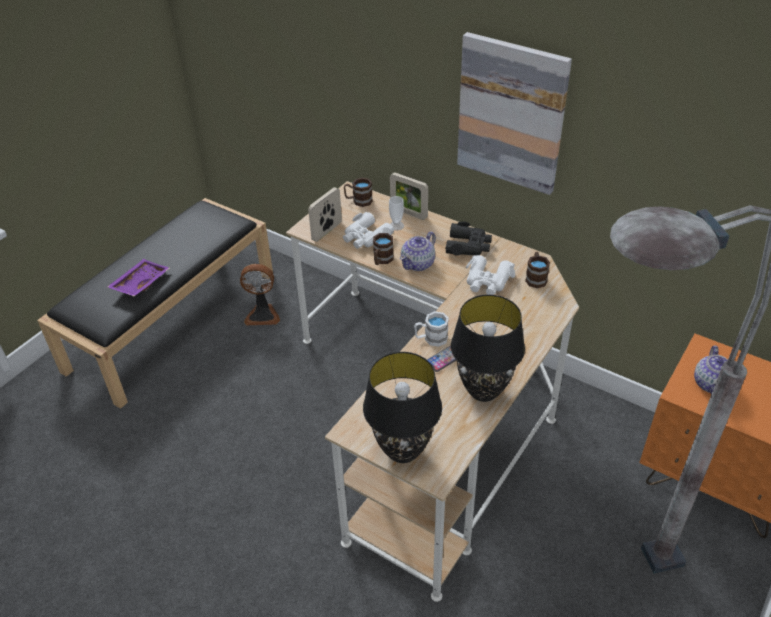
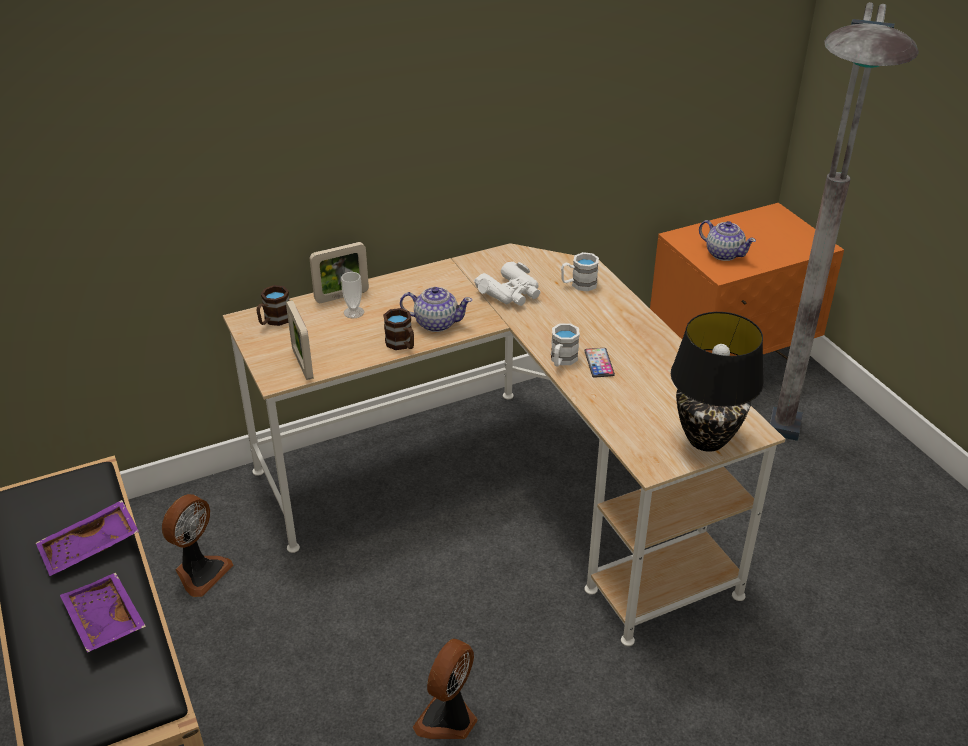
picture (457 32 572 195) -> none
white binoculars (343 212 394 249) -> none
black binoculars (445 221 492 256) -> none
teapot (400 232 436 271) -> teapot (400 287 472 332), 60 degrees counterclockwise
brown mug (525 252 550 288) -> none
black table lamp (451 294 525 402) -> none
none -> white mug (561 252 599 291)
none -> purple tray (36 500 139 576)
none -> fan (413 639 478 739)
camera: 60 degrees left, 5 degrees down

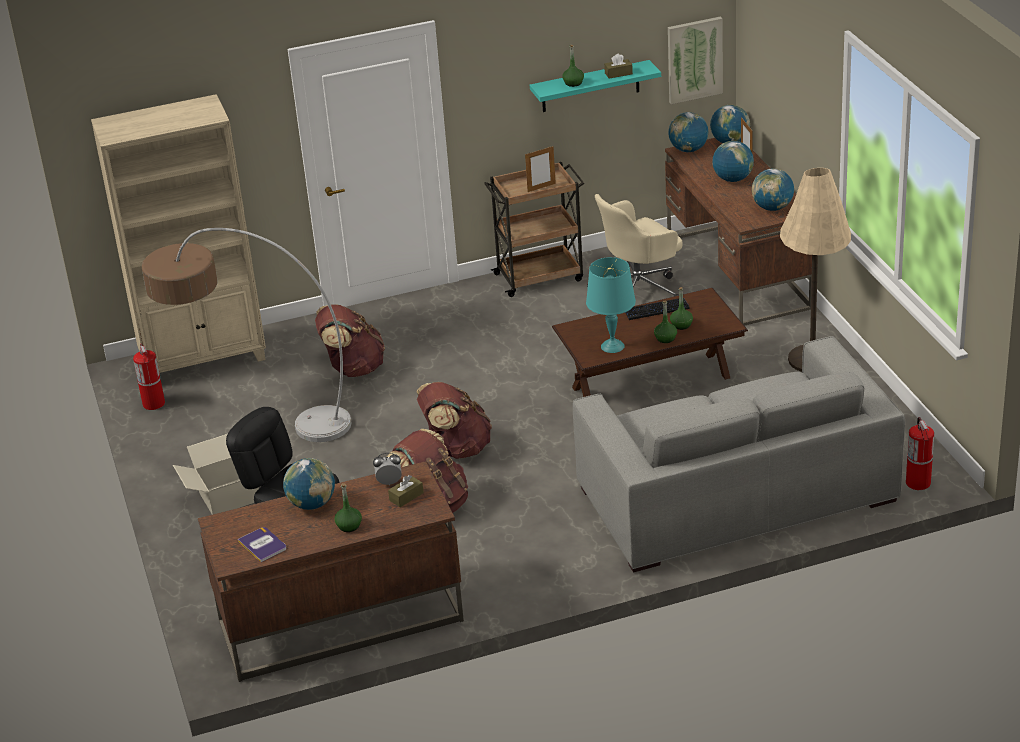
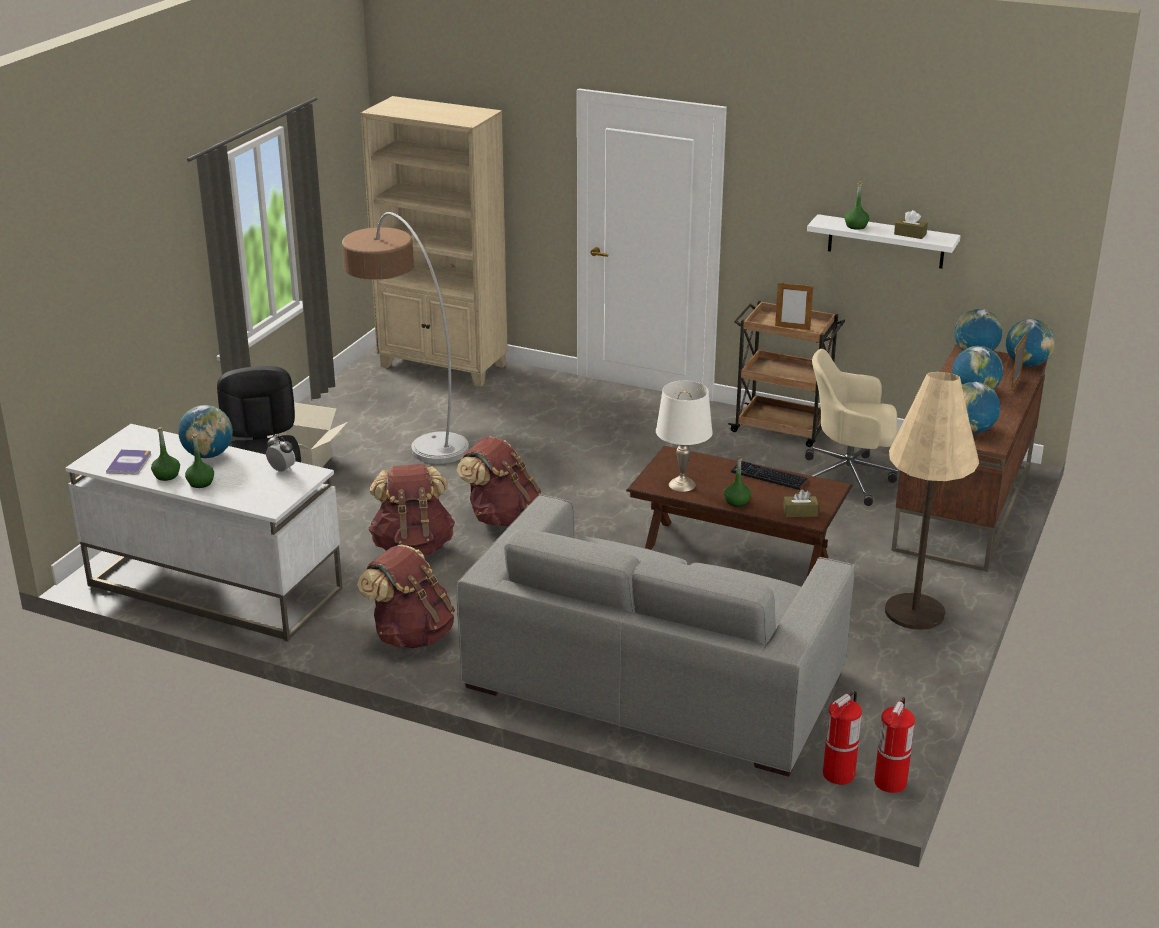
picture (668 17 723 104) -> none
turquoise shelf (530 60 661 112) -> white shelf (807 214 961 269)
turquoise table lamp (586 257 636 353) -> white table lamp (656 381 713 492)
green bottle (670 287 693 330) -> green bottle (151 427 180 481), relocated
brown backpack (315 304 385 377) -> brown backpack (357 545 455 648), relocated
fire extinguisher (133 343 165 410) -> fire extinguisher (874 697 915 793), relocated
brown desk (198 461 464 682) -> white desk (65 424 343 641)
brown tissue box (388 475 424 507) -> brown tissue box (783 489 818 517), relocated
camera: 40 degrees right, 5 degrees down

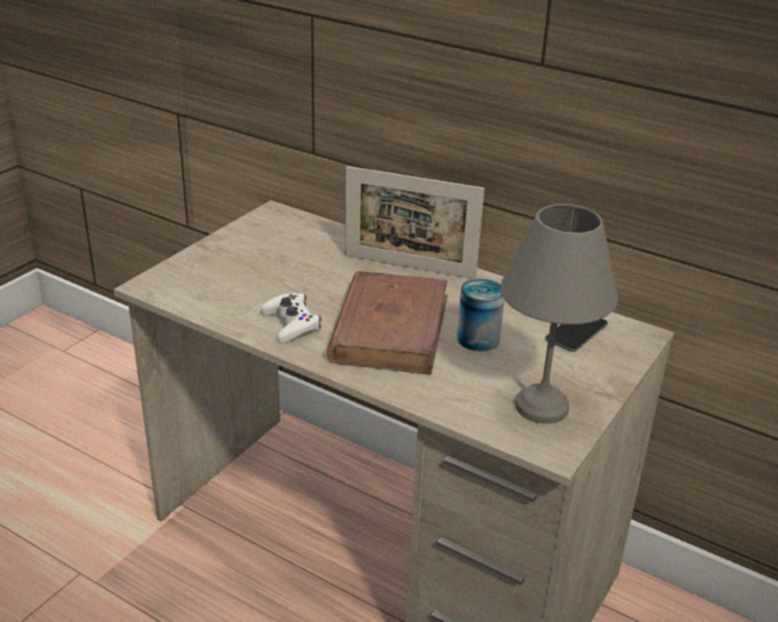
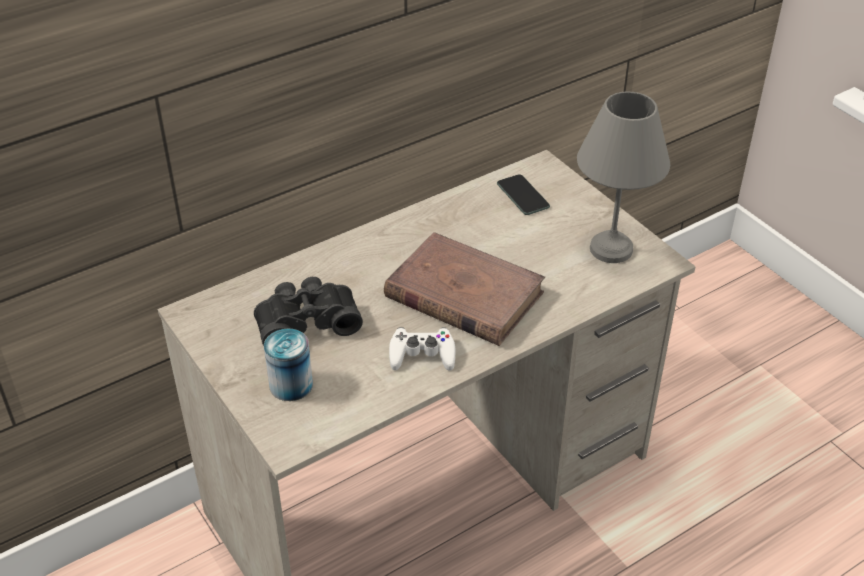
picture frame (345 166 484 279) -> none
can (457 279 505 351) -> can (264 329 313 401), relocated
none -> black binoculars (254 277 363 346)
camera: 65 degrees left, 10 degrees up

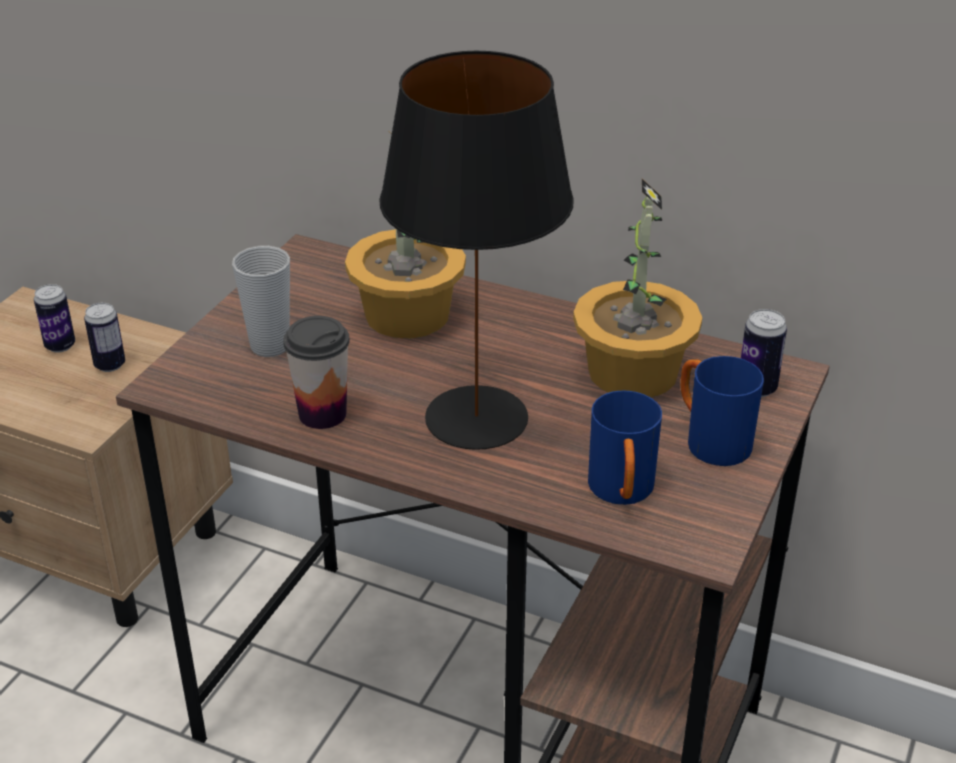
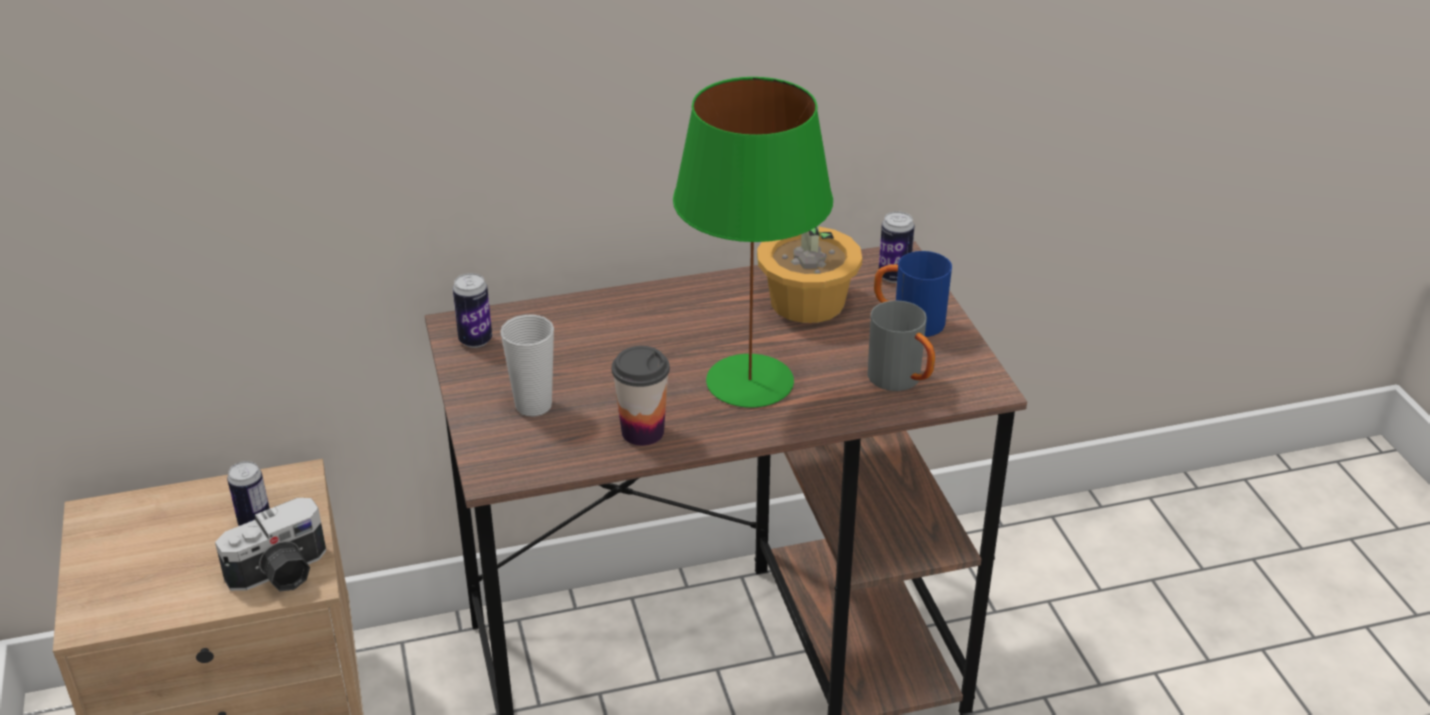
black table lamp (379 51 574 450) -> green table lamp (673 77 833 407)
potted plant (345 132 466 339) -> none
can (34 284 75 353) -> can (453 273 492 348), relocated
blue mug (588 391 662 505) -> grey mug (868 301 935 391)
none -> photo camera (215 498 326 592)
camera: 40 degrees left, 0 degrees up

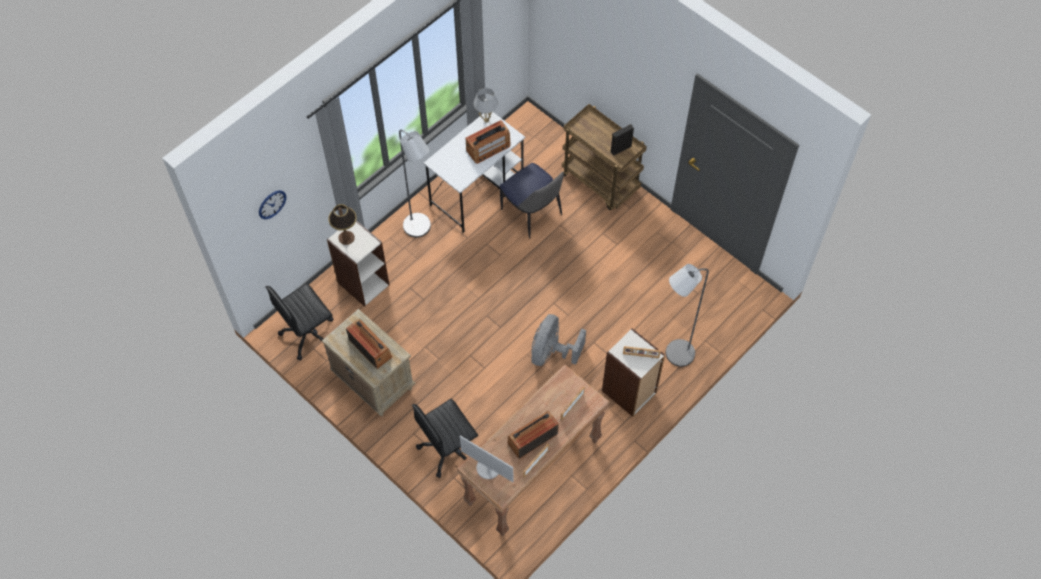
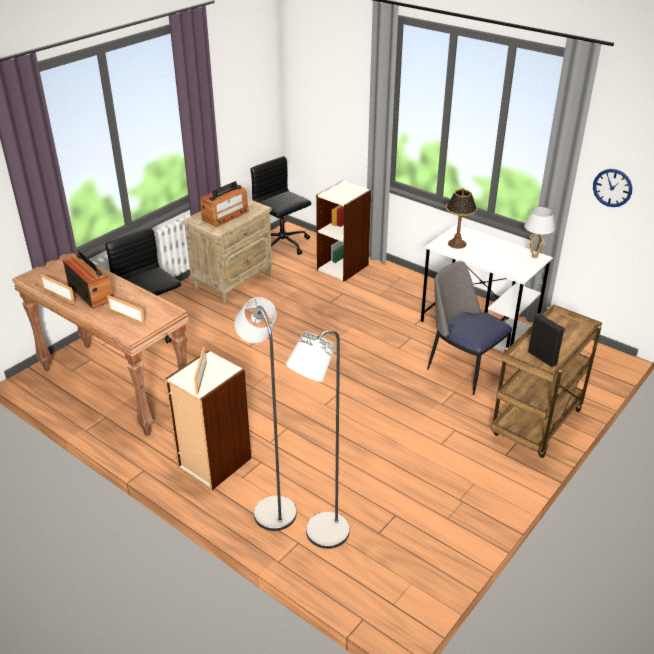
radio (465 120 511 164) -> none
grey floor lamp (399 130 431 238) -> grey floor lamp (285 331 350 549), relocated
chair (500 163 564 239) -> chair (427 261 512 395), 90 degrees clockwise
wall clock (259 190 286 219) -> wall clock (593 169 632 207), relocated
table lamp (329 204 357 245) -> table lamp (445 188 477 249), relocated
grey fan (531 314 586 366) -> none
monitor (460 435 513 482) -> none
camera: 85 degrees right, 25 degrees down

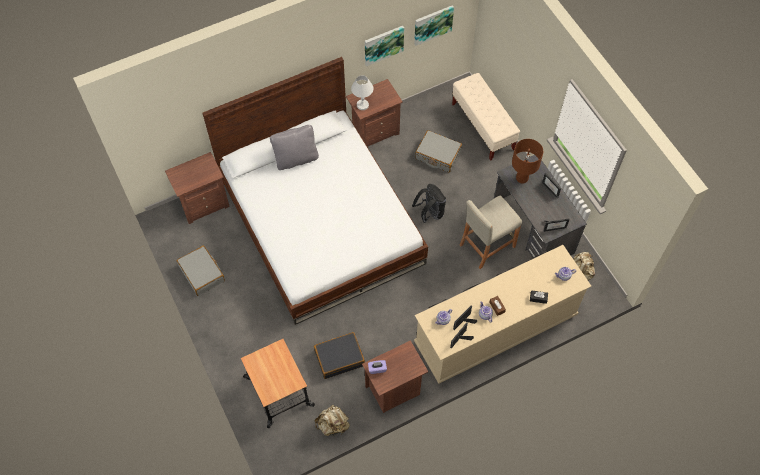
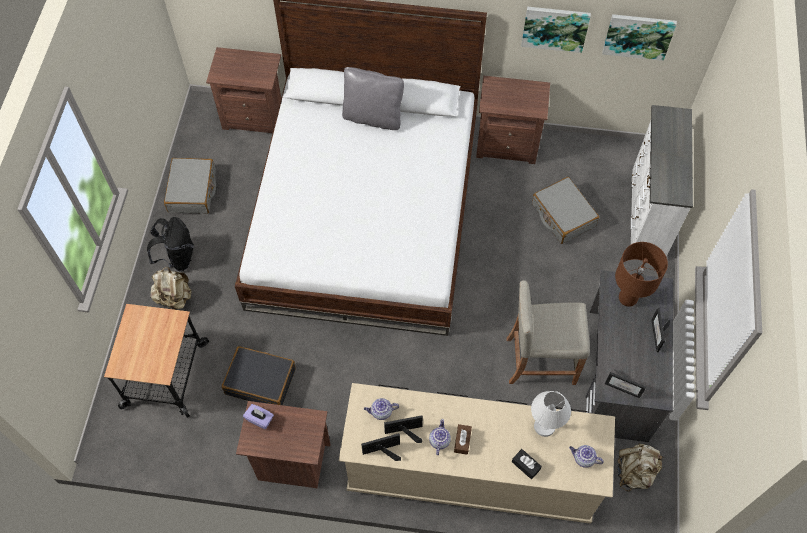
beige bench (452 73 520 161) -> white dresser (631 105 693 257)
white table lamp (351 75 373 110) -> white table lamp (531 391 571 437), relocated
black backpack (412 184 446 223) -> black backpack (147 217 194 271), relocated
beige backpack (315 405 350 436) -> beige backpack (150 267 191 310), relocated
camera: 35 degrees right, 0 degrees up

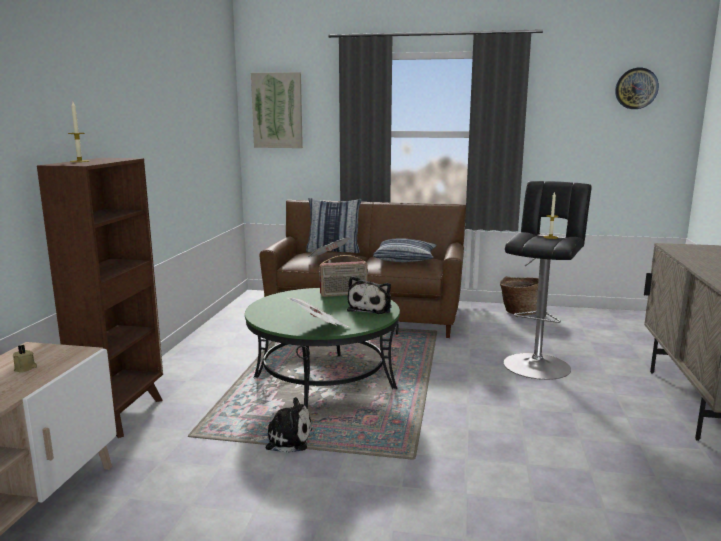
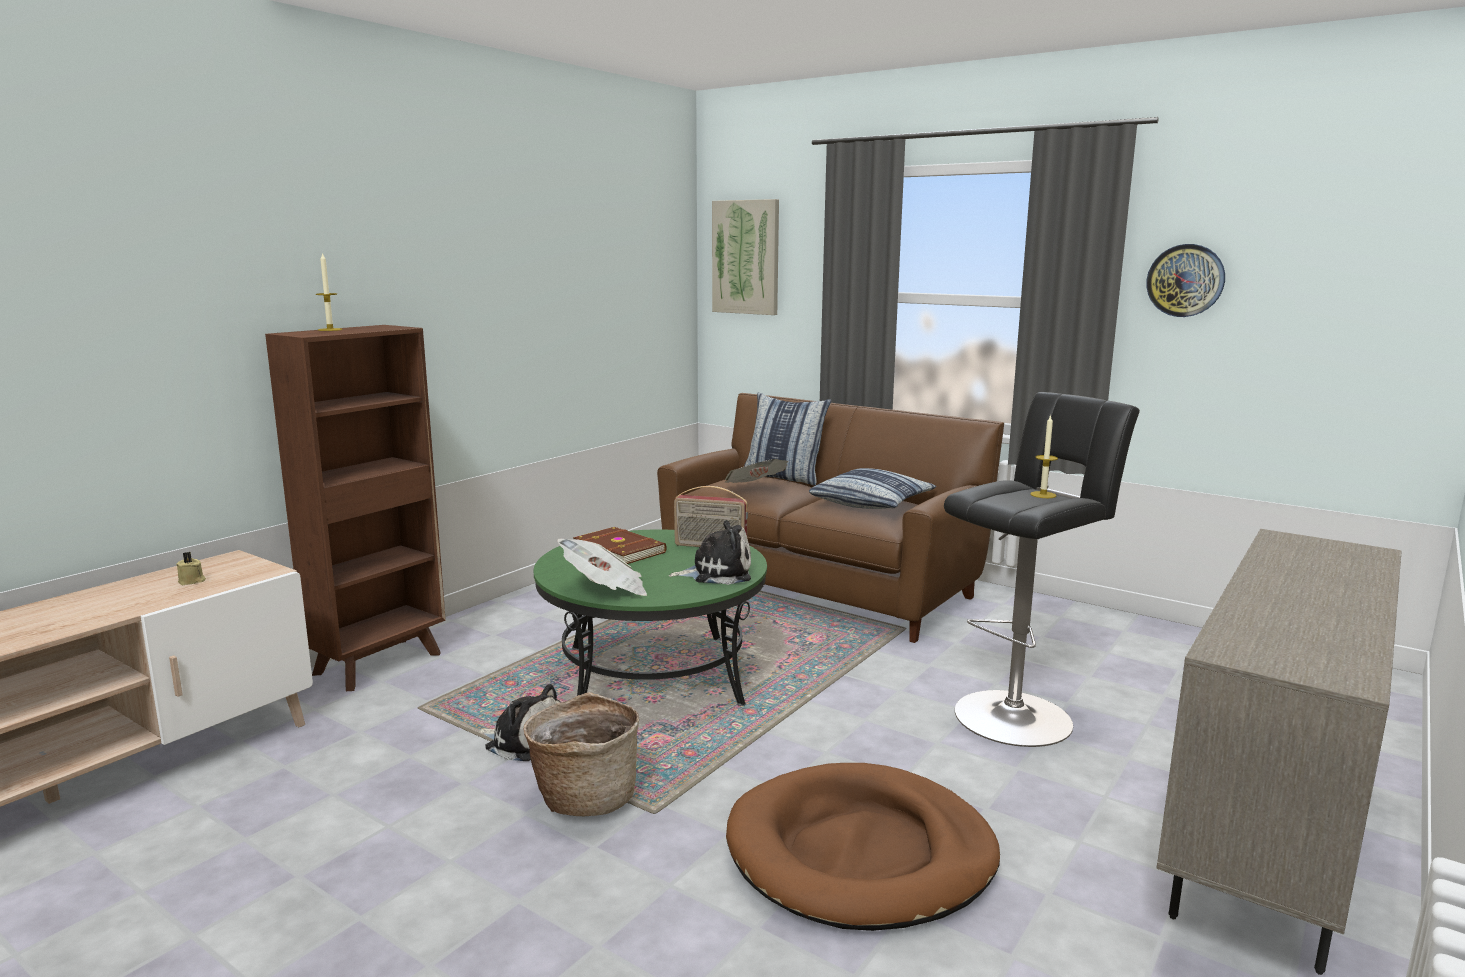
wall clock (615 67 659 109) -> wall clock (1146 244 1225 317), relocated
plush toy (347 276 392 314) -> plush toy (668 520 751 585), 135 degrees counterclockwise
basket (500 276 539 317) -> basket (524 692 639 816), relocated
none -> brown book (573 527 666 564)
none -> brown dog bed (726 763 1000 931)
camera: 25 degrees right, 0 degrees up

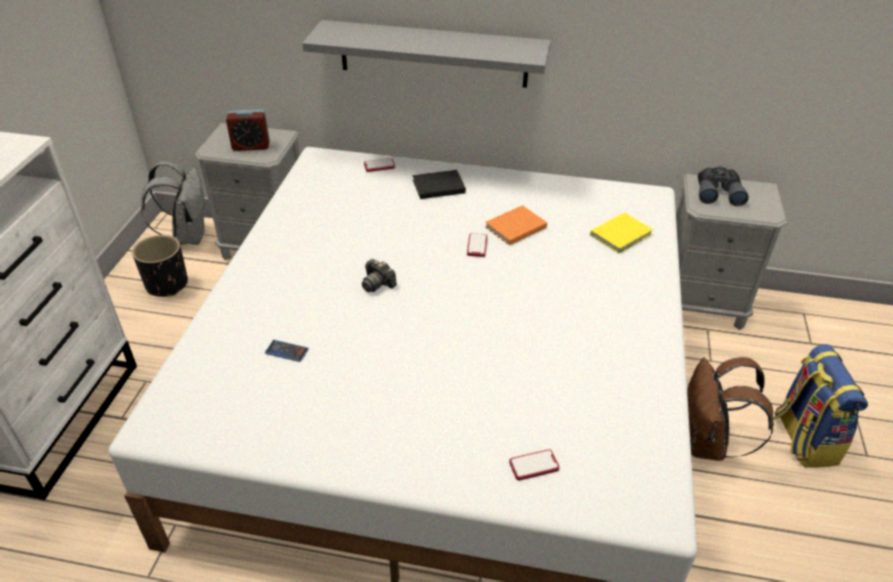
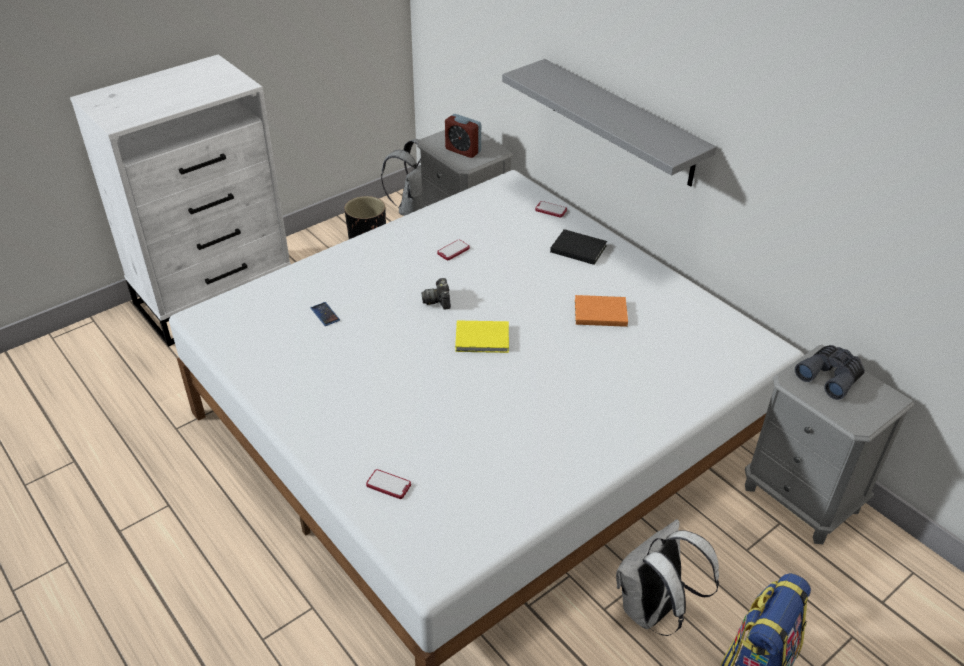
yellow book (590 212 653 253) -> yellow book (455 321 509 353), relocated
phone (467 233 487 257) -> phone (437 240 470 260), relocated
brown backpack (687 357 774 461) -> white backpack (616 519 719 636)
camera: 40 degrees right, 0 degrees up

